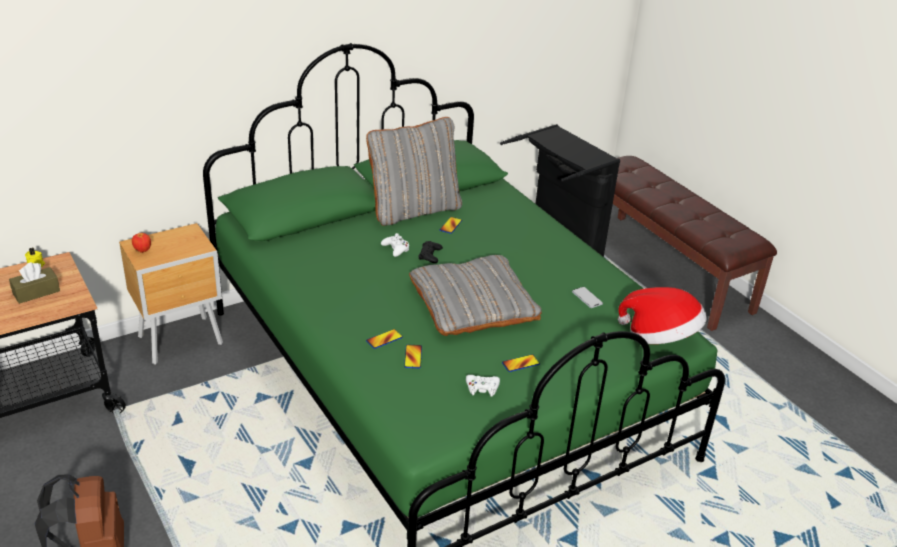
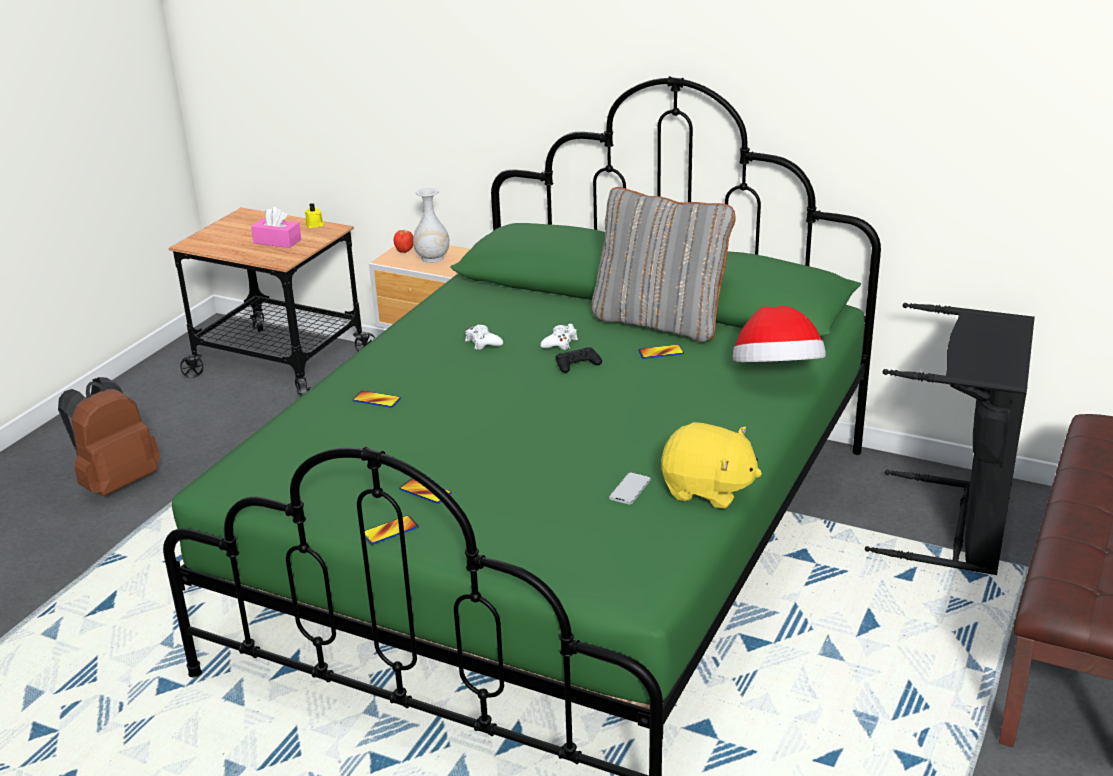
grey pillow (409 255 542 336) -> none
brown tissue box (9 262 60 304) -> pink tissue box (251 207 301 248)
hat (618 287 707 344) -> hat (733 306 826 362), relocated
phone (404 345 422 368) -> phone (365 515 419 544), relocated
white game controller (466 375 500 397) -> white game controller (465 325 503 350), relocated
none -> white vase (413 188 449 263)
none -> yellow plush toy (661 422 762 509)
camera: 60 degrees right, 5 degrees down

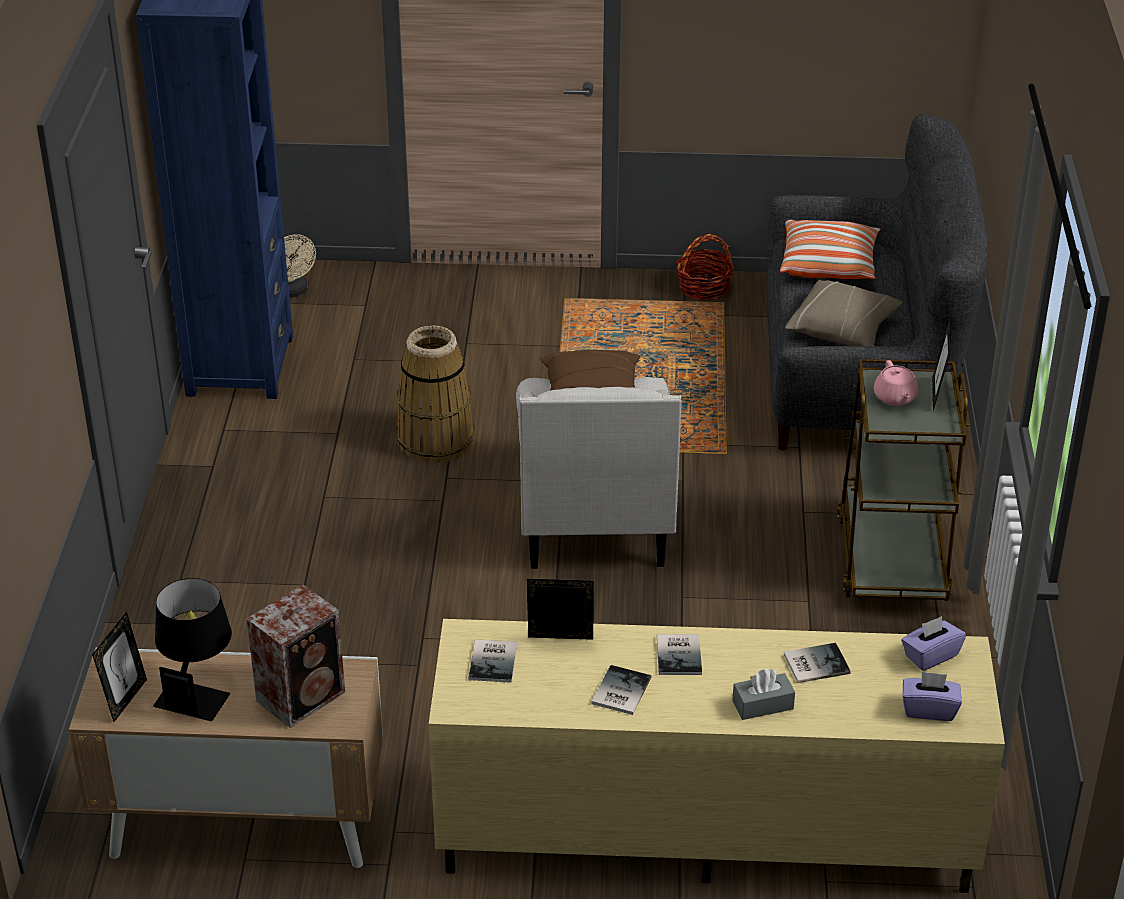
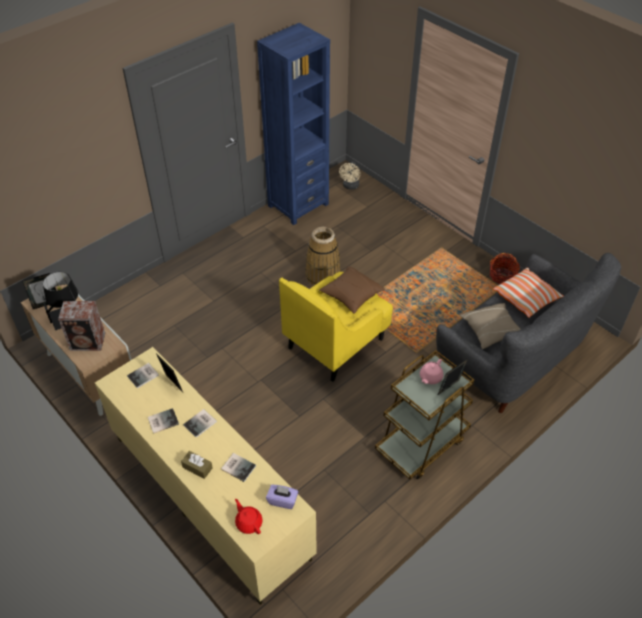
white armchair (516 377 682 569) -> yellow armchair (279 272 393 382)
grey tissue box (732 668 795 720) -> brown tissue box (181 451 213 479)
purple tissue box (903 671 962 721) -> red teapot (235 499 262 534)
camera: 45 degrees right, 10 degrees up

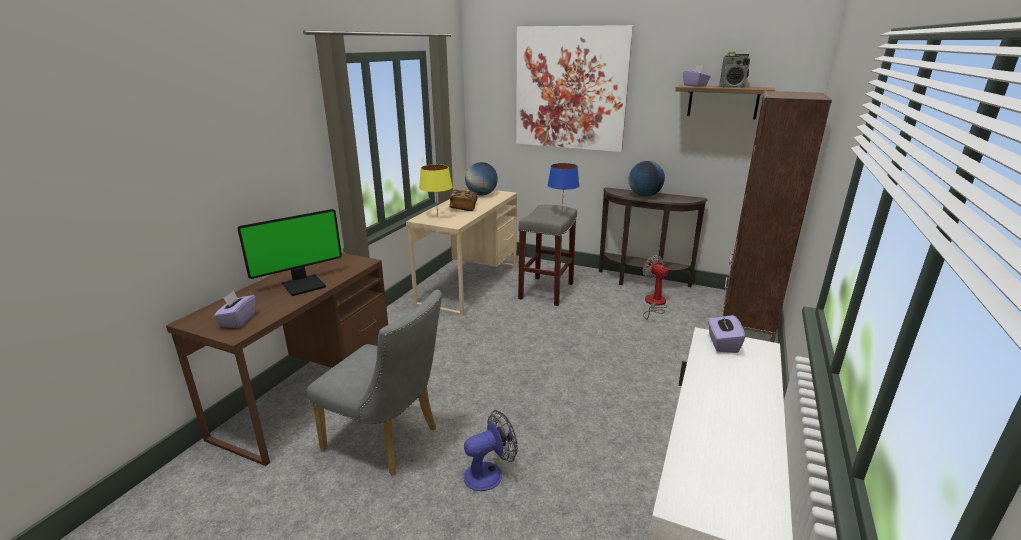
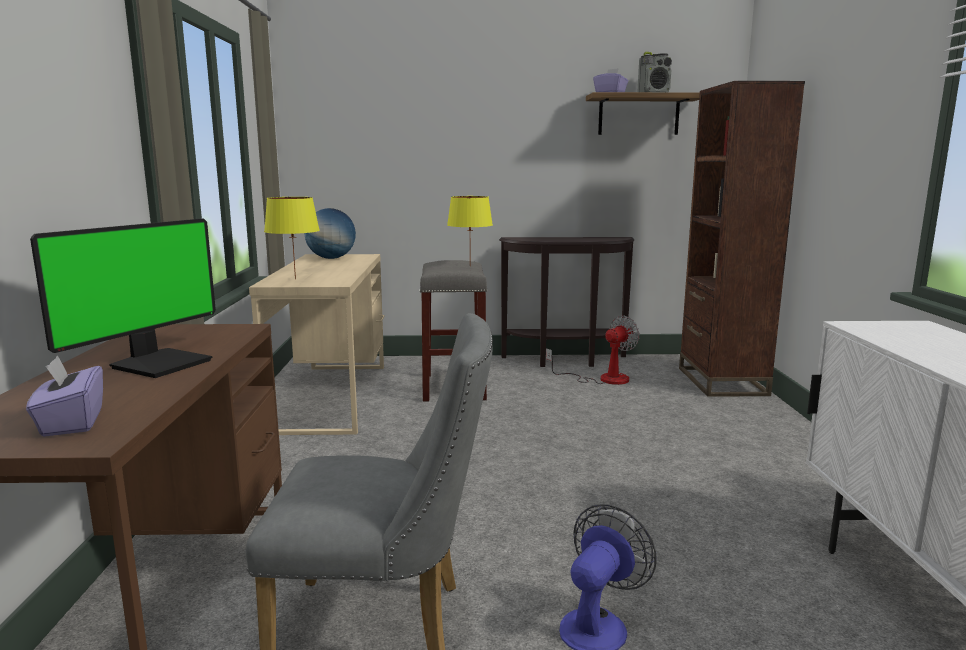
picture (516 25 634 152) -> none
globe (629 161 665 197) -> none
blue table lamp (547 163 580 213) -> yellow table lamp (447 196 493 266)
book (449 189 478 211) -> none
fan (643 255 668 319) -> fan (546 316 640 385), 105 degrees clockwise
purple tissue box (708 312 745 353) -> none
camera: 25 degrees left, 10 degrees down

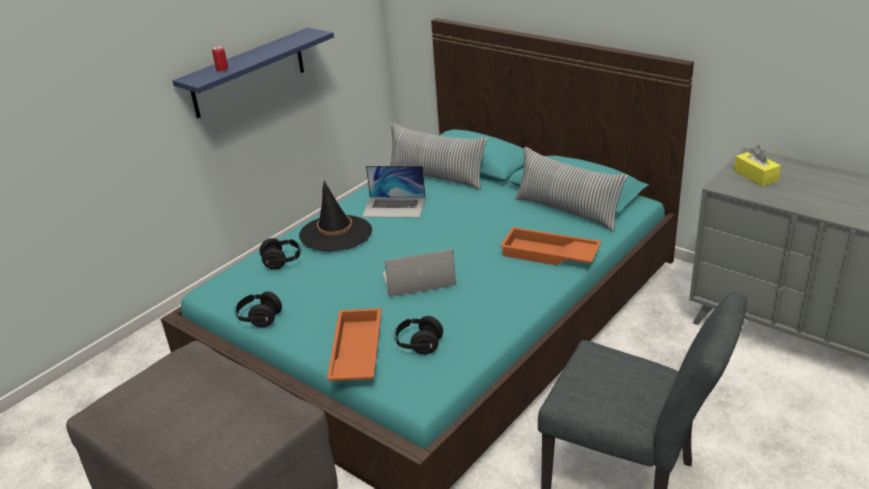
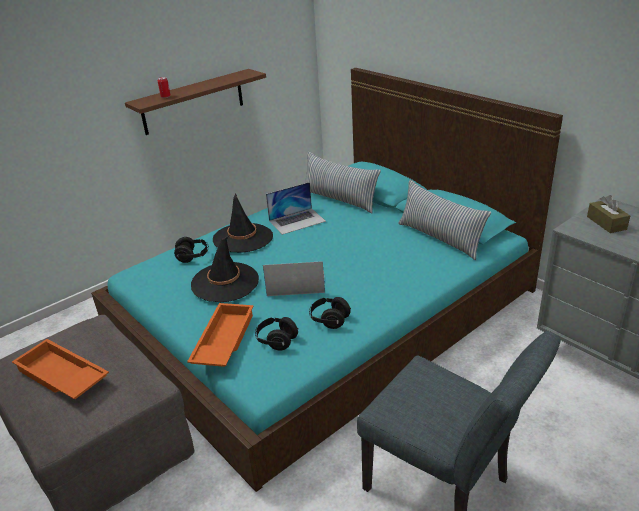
blue shelf (172 28 334 119) -> brown shelf (125 69 266 135)
yellow tissue box (734 145 781 186) -> brown tissue box (587 195 630 233)
laptop (362 166 426 218) -> laptop (266 182 326 235), 45 degrees counterclockwise
orange tray (500 227 602 265) -> orange tray (12 339 109 399), relocated
black headphones (234 291 282 327) -> black headphones (309 297 351 329), relocated
none -> black hat (191 235 259 302)
camera: 10 degrees right, 0 degrees up

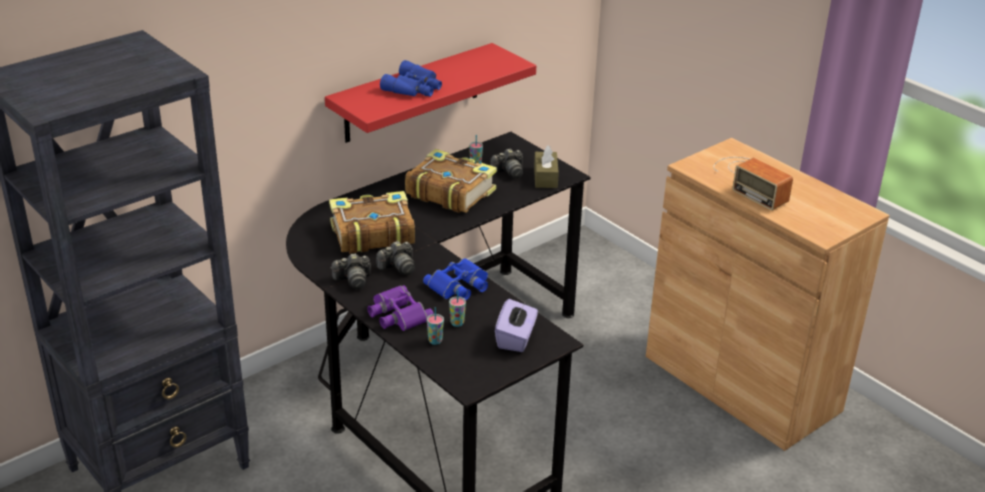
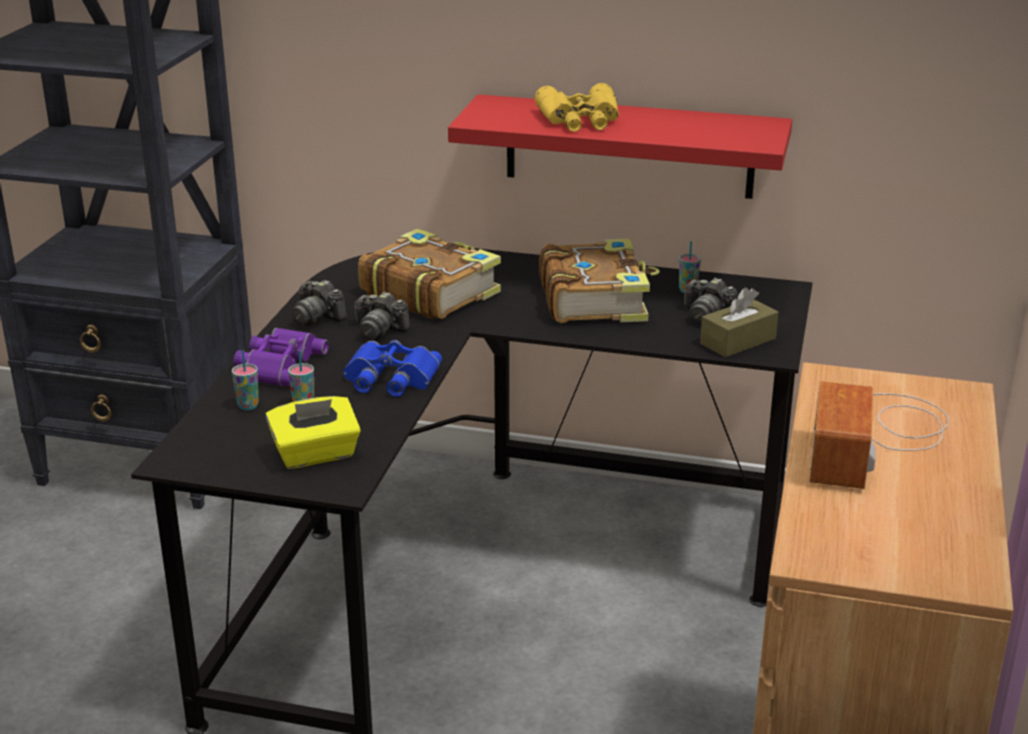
blue binoculars (380 60 442 97) -> yellow binoculars (535 83 619 132)
purple tissue box (495 299 538 352) -> yellow tissue box (266 396 361 469)
camera: 55 degrees right, 5 degrees down

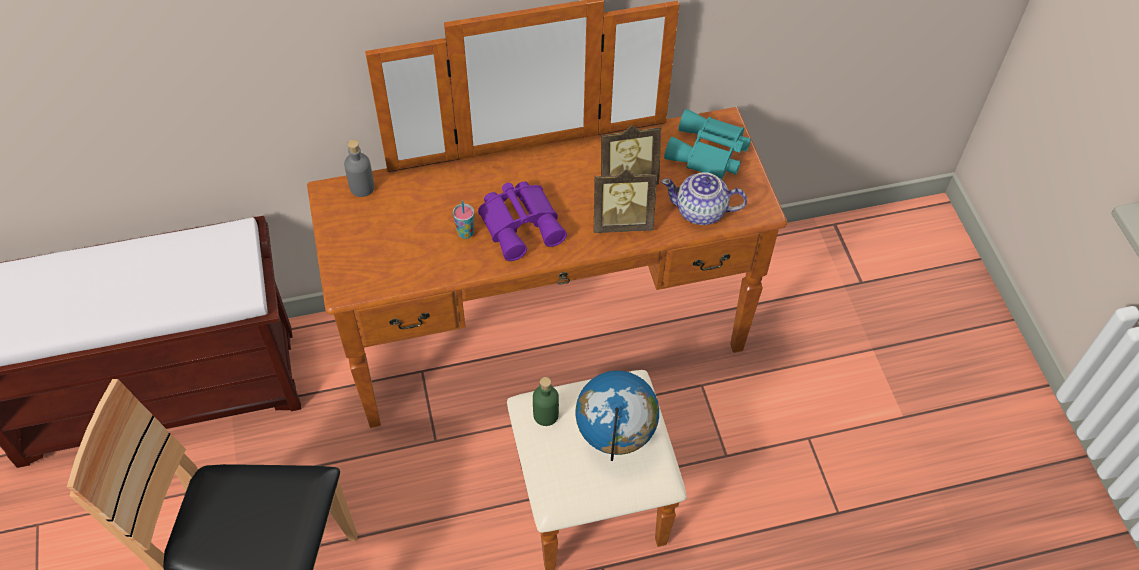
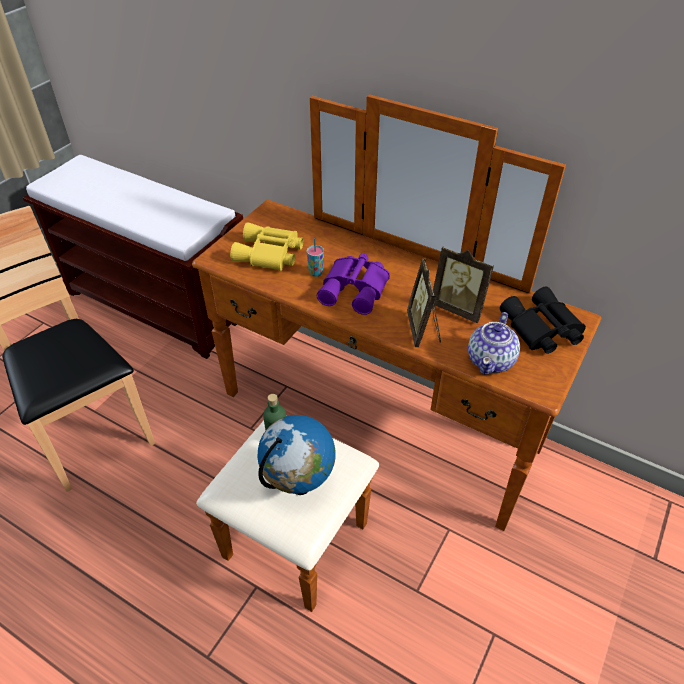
turquoise binoculars (664 109 751 179) -> black binoculars (500 287 586 354)
grey bottle (344 140 375 197) -> none
picture frame (594 169 657 233) -> picture frame (407 259 441 347), 45 degrees clockwise
teapot (661 172 747 225) -> teapot (468 312 520 375), 120 degrees counterclockwise
none -> yellow binoculars (230 222 303 271)
camera: 45 degrees right, 10 degrees down

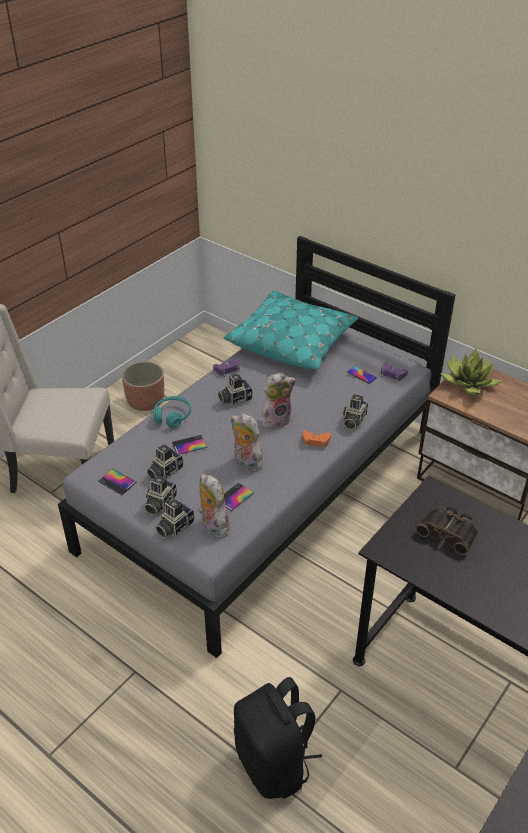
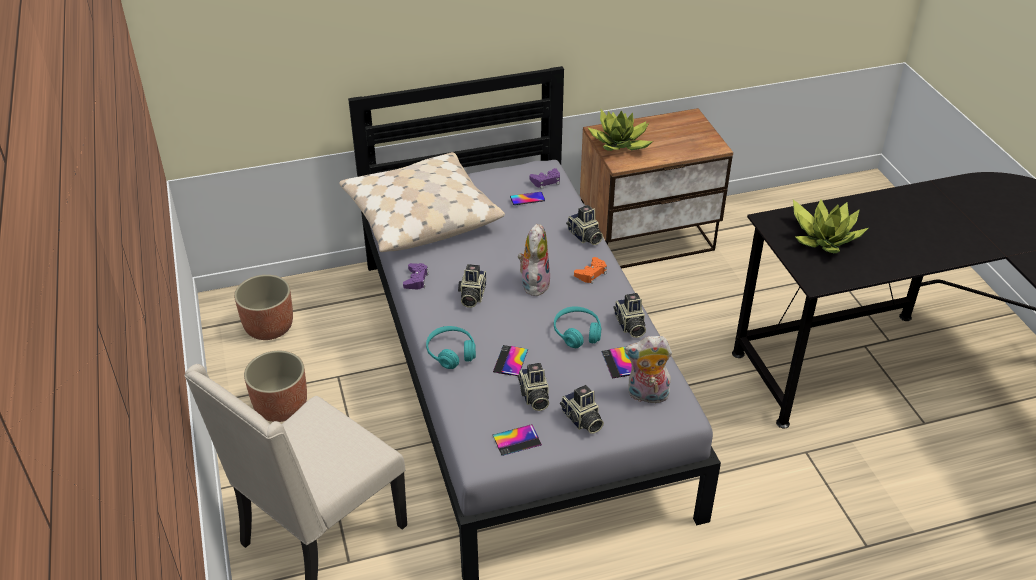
turquoise pillow (224 291 358 370) -> beige pillow (339 152 505 252)
plush toy (231 413 263 472) -> turquoise headphones (554 306 601 348)
photo camera (155 499 194 538) -> photo camera (613 293 646 338), relocated
binoculars (416 506 478 555) -> potted plant (793 199 868 253)
black backpack (234 677 322 799) -> none
none -> planter (234 275 293 340)
camera: 55 degrees left, 0 degrees up

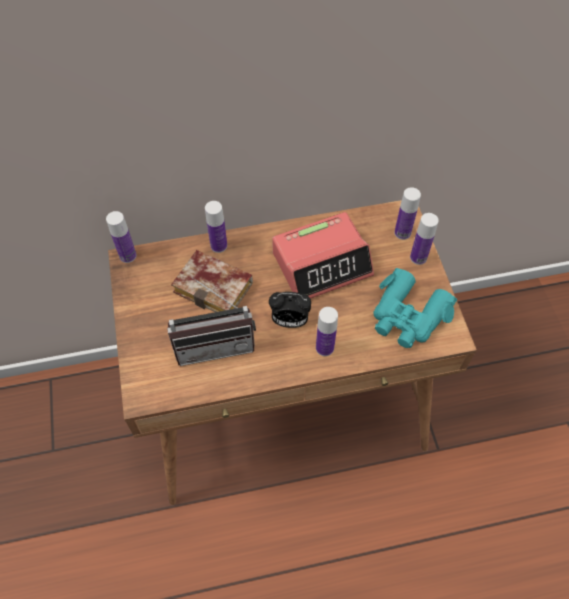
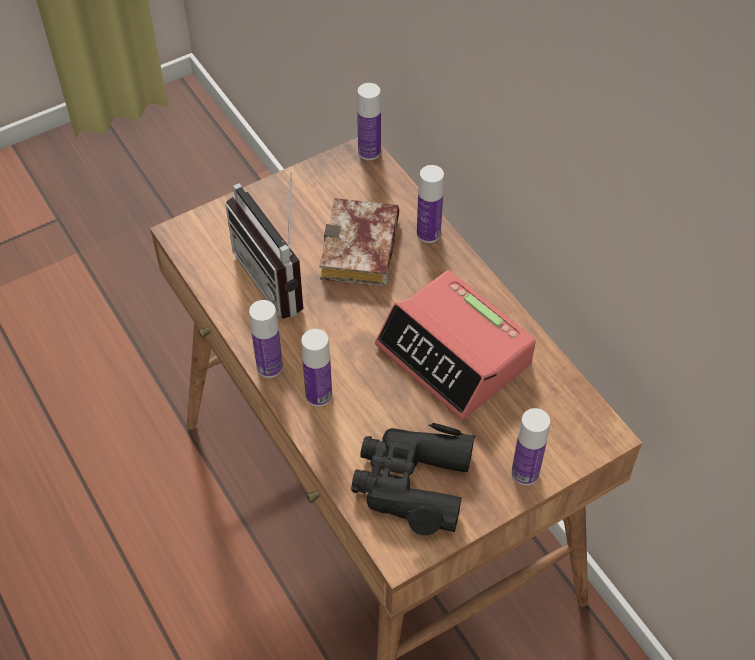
bottle (394 187 421 240) -> bottle (249 300 283 378), relocated
turquoise binoculars (373 268 457 348) -> black binoculars (351 423 475 535)
alarm clock (269 292 311 328) -> none
camera: 70 degrees right, 5 degrees down

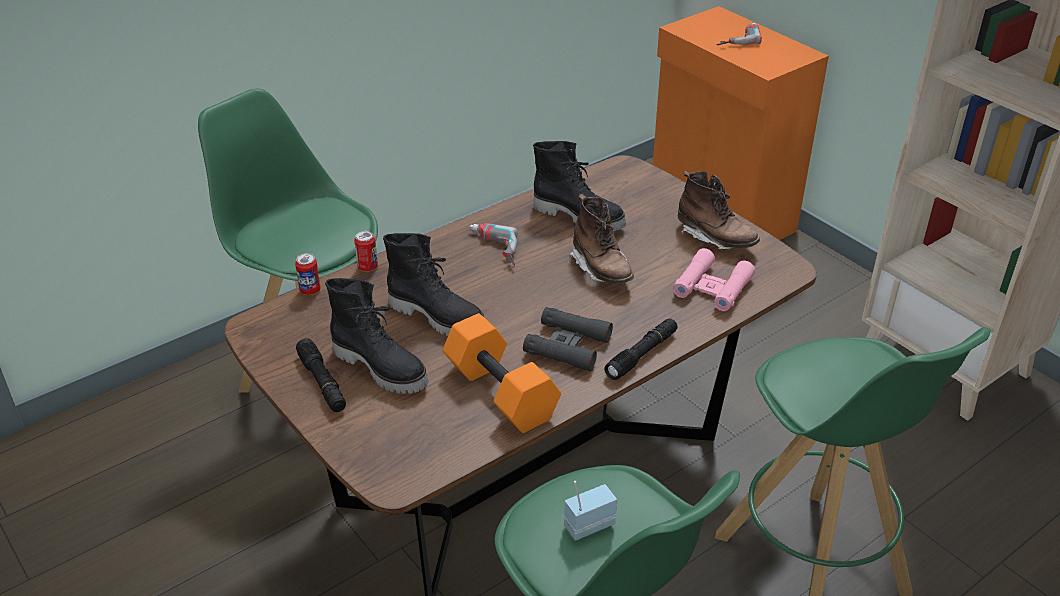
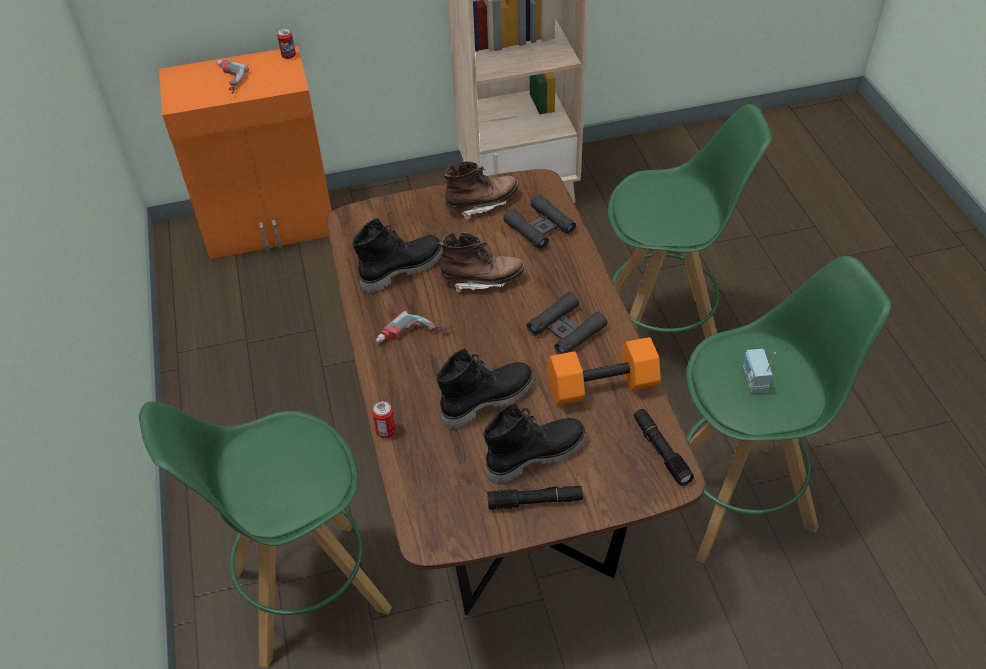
pink binoculars (673 248 755 311) -> black binoculars (503 194 576 250)
can (295 253 321 295) -> can (277 29 296 59), relocated
black flashlight (604 318 678 380) -> black flashlight (634 409 694 486), relocated
camera: 65 degrees left, 10 degrees up

